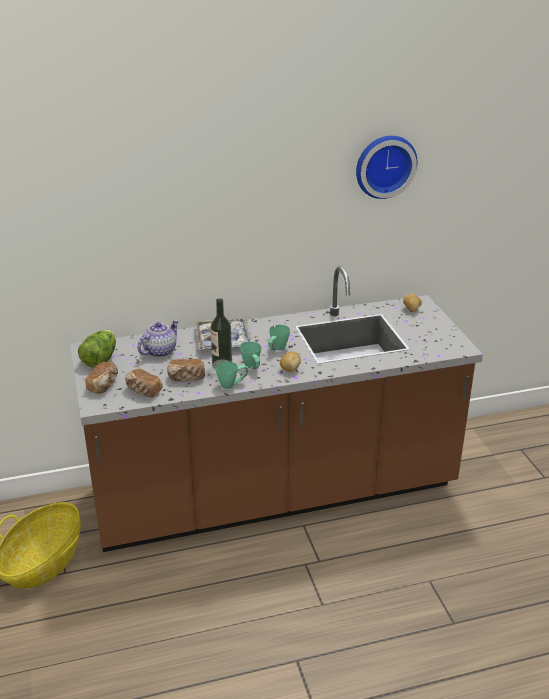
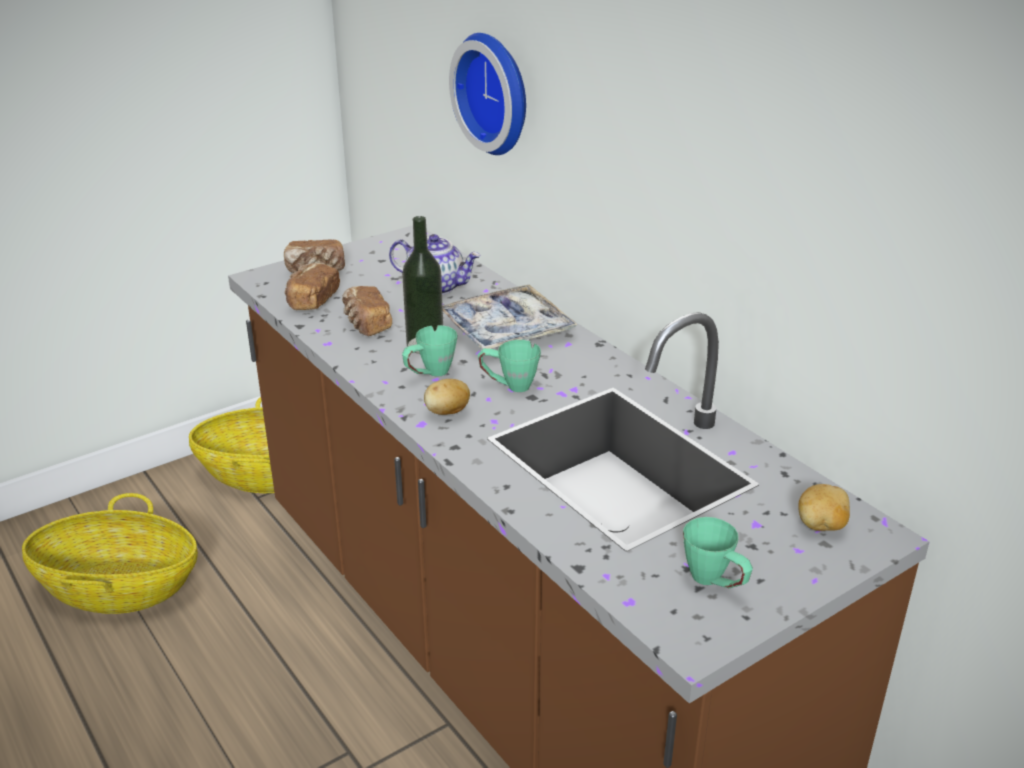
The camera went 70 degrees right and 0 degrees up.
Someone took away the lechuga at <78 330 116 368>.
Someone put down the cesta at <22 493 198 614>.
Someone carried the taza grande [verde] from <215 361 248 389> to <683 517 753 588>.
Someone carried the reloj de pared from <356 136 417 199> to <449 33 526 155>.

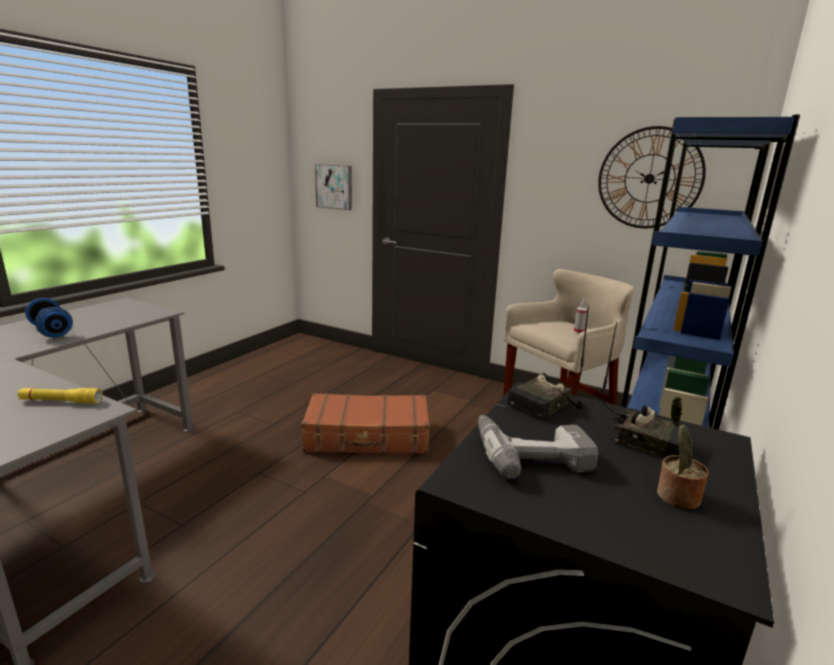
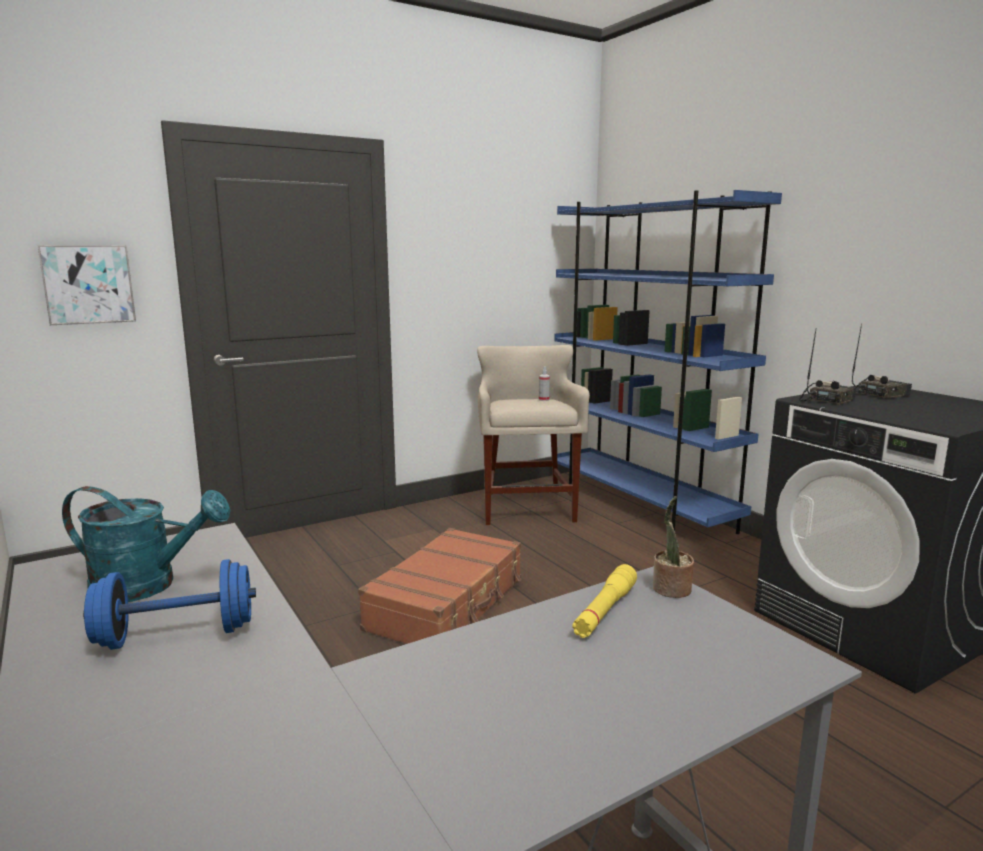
The camera went 60 degrees left and 5 degrees down.
Someone took away the taladro at <478 415 598 479>.
Someone took away the reloj de pared at <598 126 706 228>.
Someone put down the regadera [turquesa] at <62 486 231 602>.
Someone carried the planta en maceta from <657 397 708 510> to <653 496 694 598>.
Someone rotated the radio at <507 305 589 419> by 120 degrees counterclockwise.

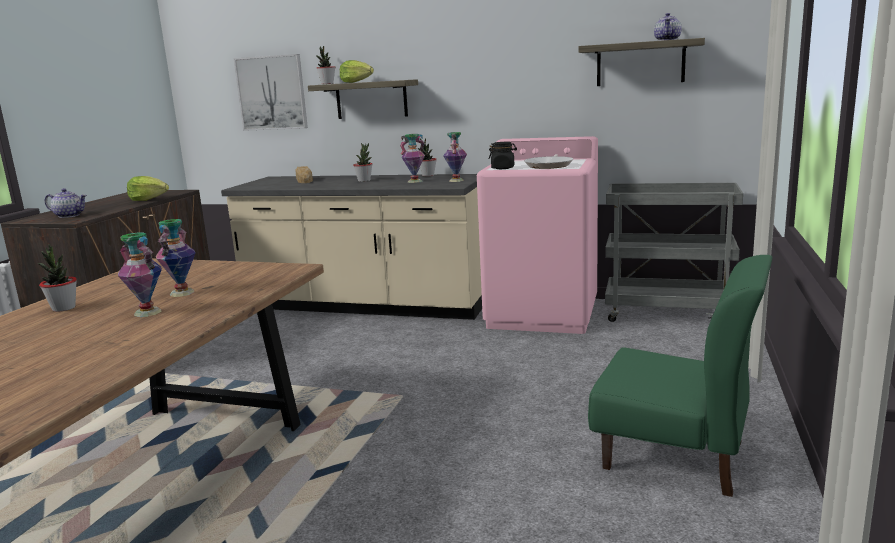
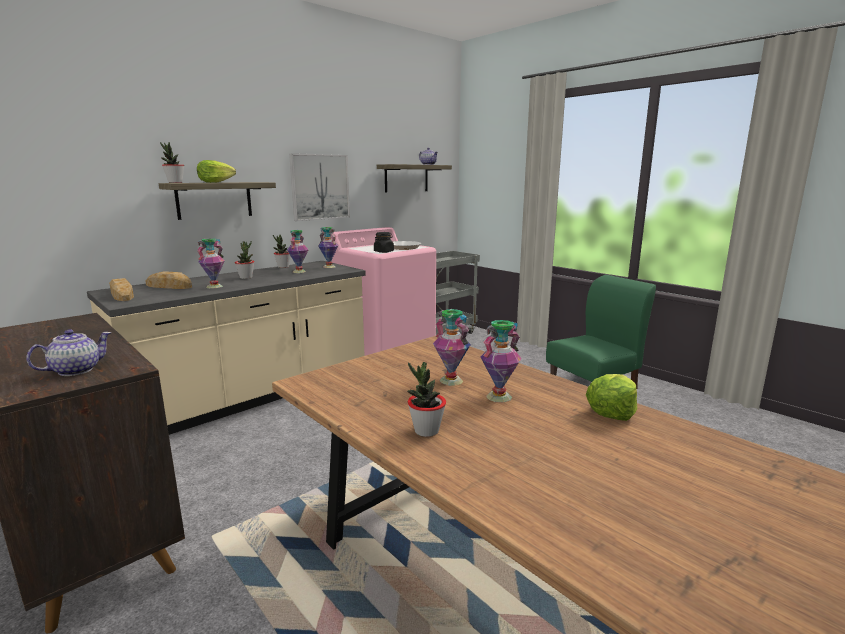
The camera went 60 degrees left and 0 degrees up.
Someone put down the pan at <109 278 134 301>.
Someone put down the florero at <197 238 225 289>.
Someone carried the lechuga from <127 176 169 201> to <586 374 637 421>.
Someone carried the cuadro from <234 54 308 131> to <289 153 350 221>.

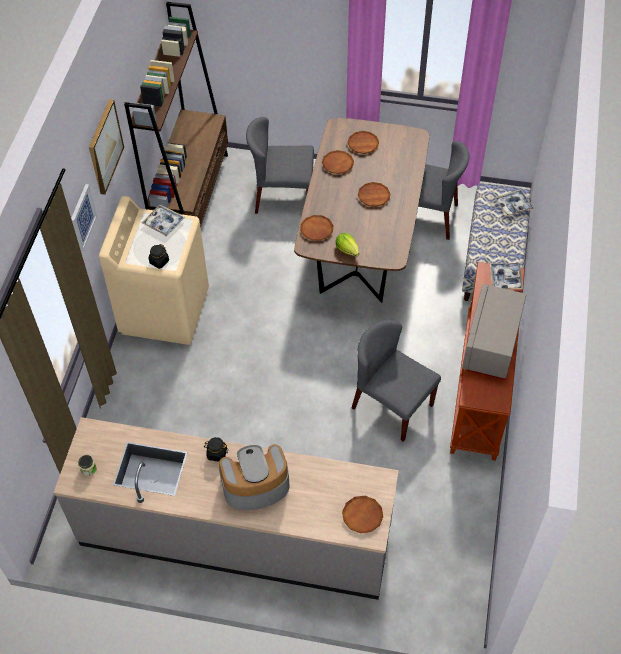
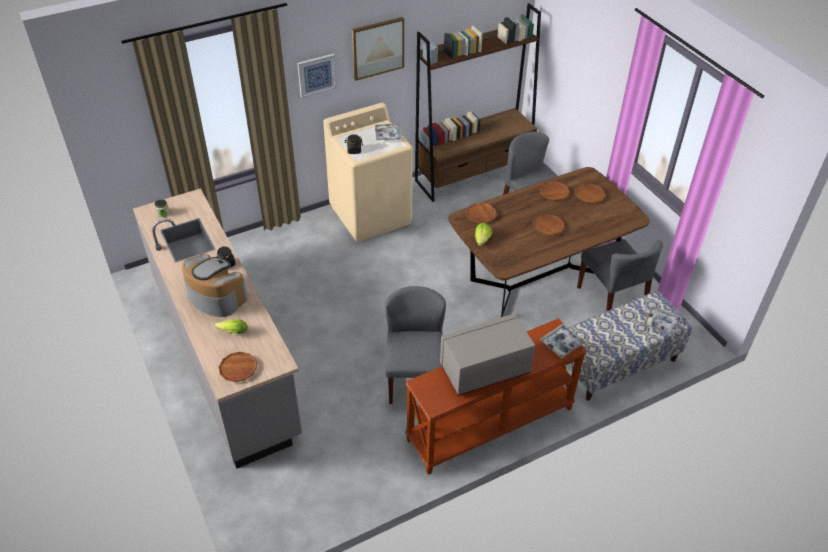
The camera went 50 degrees right and 10 degrees down.
Someone put down the lechuga at <215 319 247 334>.

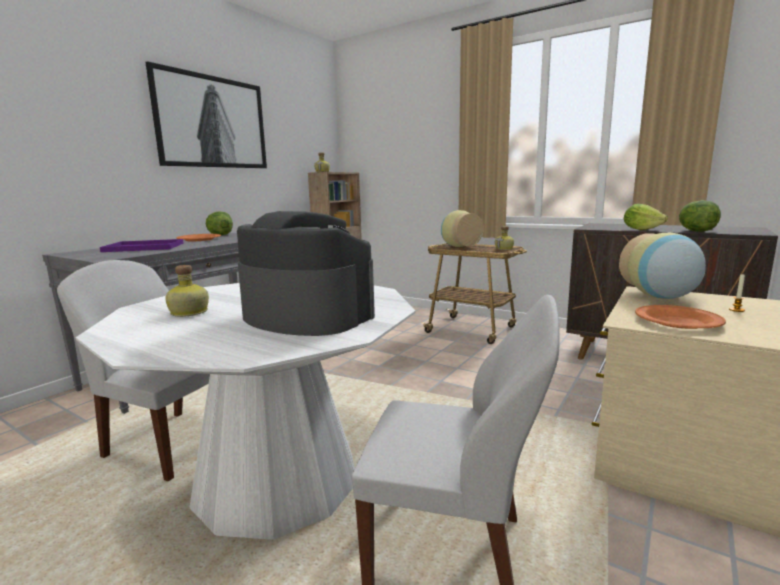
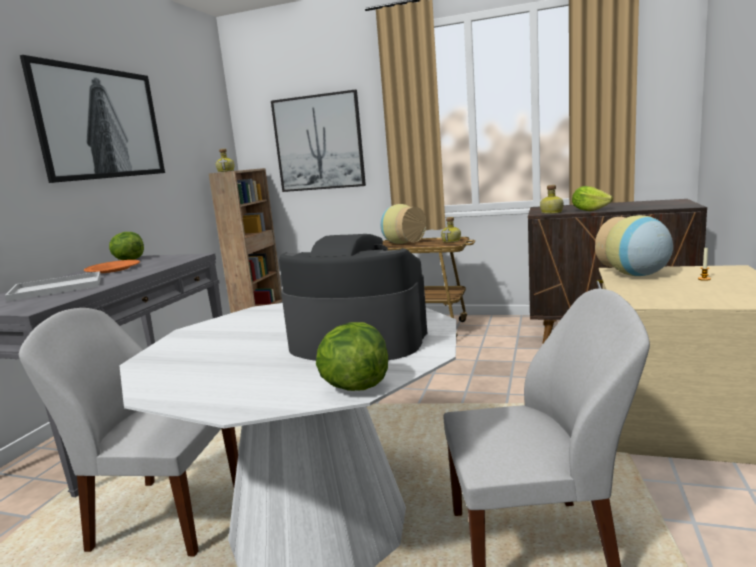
The camera went 15 degrees left and 0 degrees up.
Someone took away the plato [naranja] at <635 305 726 329>.
Someone put up the cuadro at <271 90 366 192>.
Someone carried the botella from <165 265 209 317> to <540 185 564 214>.
Someone carried the lechuga from <679 200 721 232> to <316 322 388 391>.
Someone repainted the bandeja [morado] at <100 239 184 252>, which became the bandeja [blanco] at <5 271 101 301>.

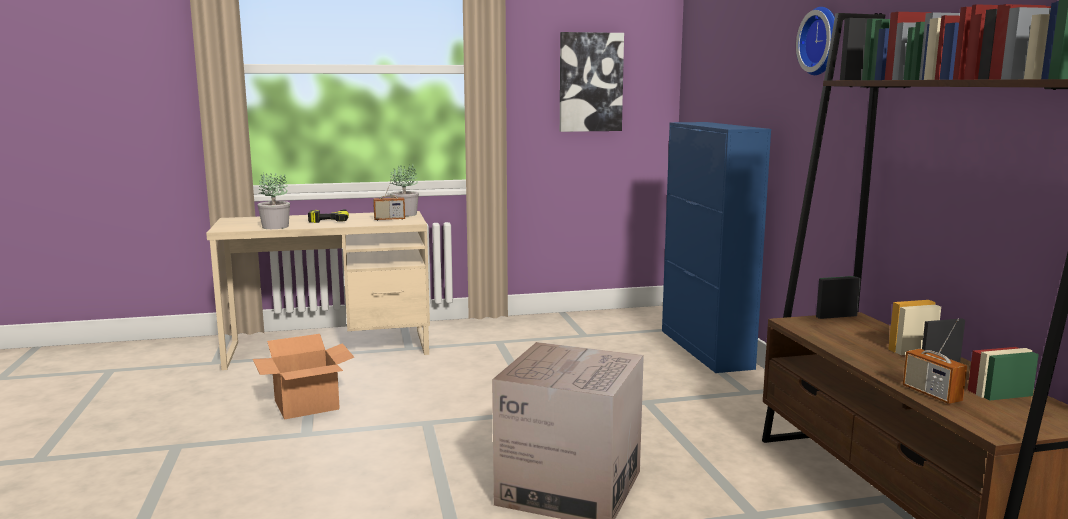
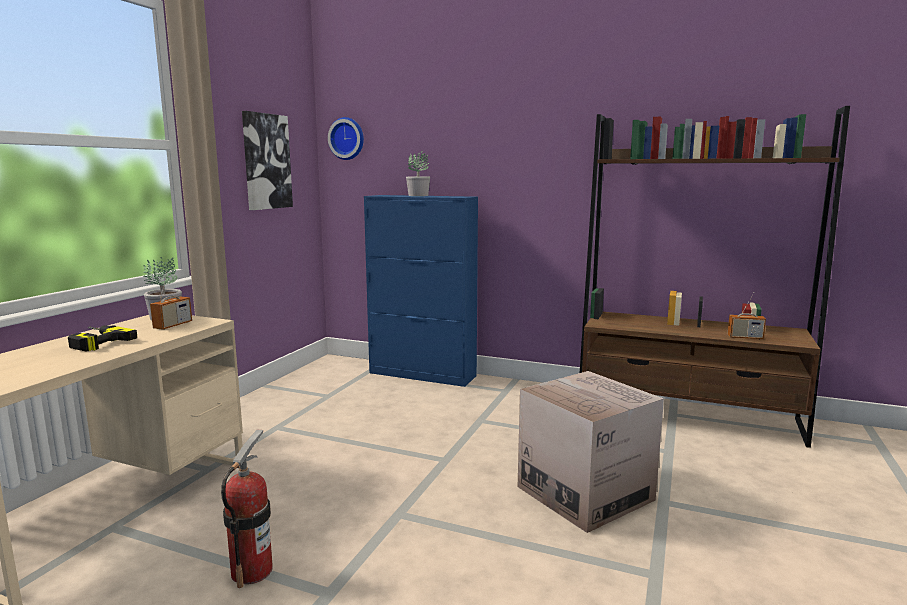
The camera went 55 degrees left and 0 degrees up.
Someone carried the planta en maceta from <258 172 290 229> to <406 151 430 196>.
Someone carried the reloj de pared from <796 7 835 75> to <328 117 364 160>.
Someone swapped the caja de cartón at <253 334 354 419> for the extintor at <221 430 273 588>.

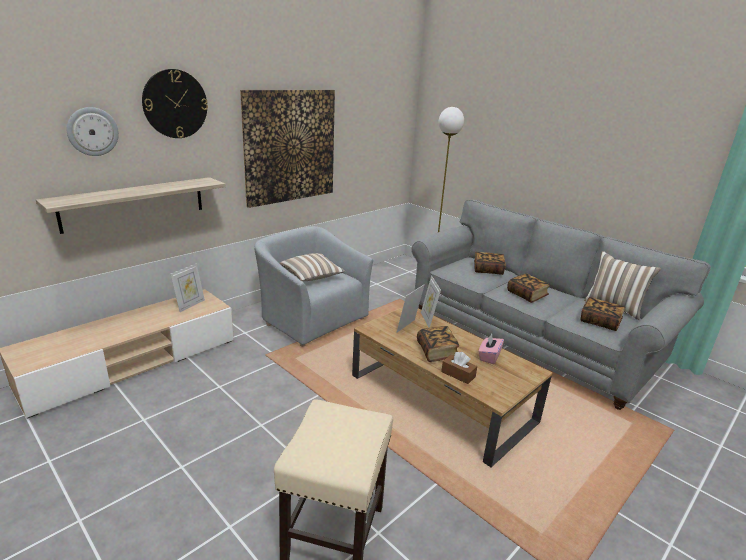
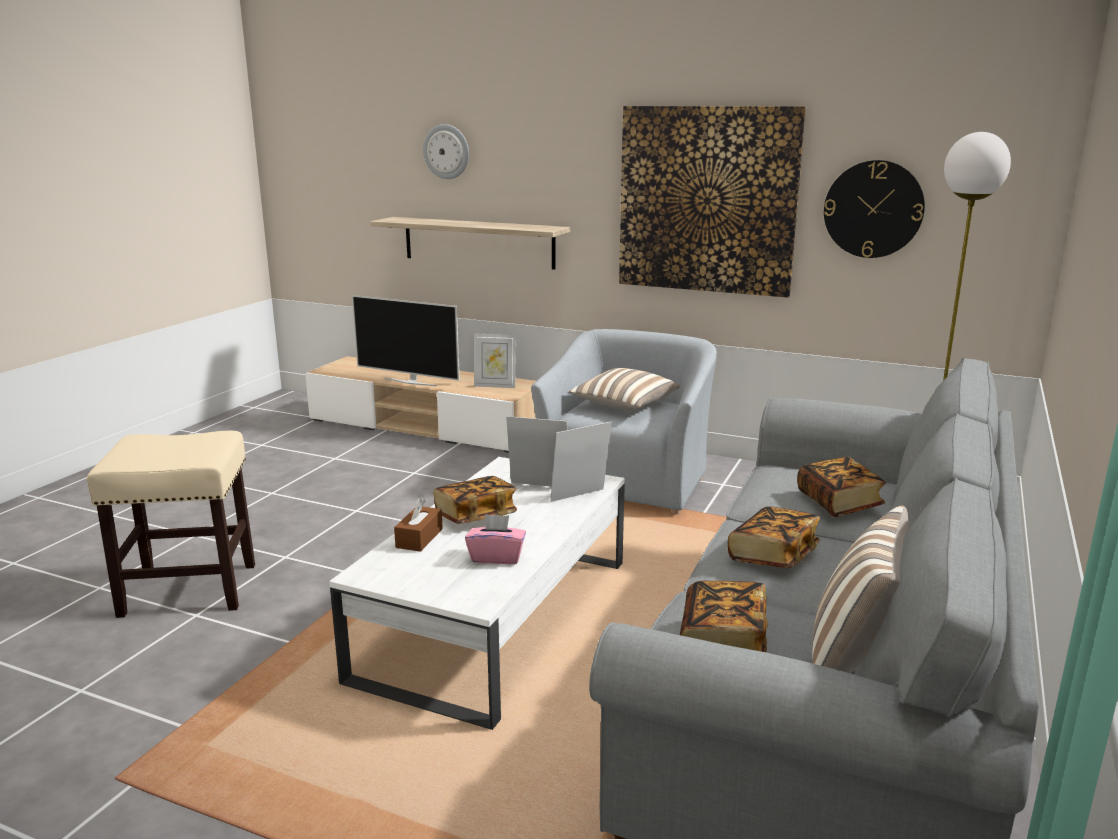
The camera went 70 degrees right and 5 degrees down.
Someone put down the televisor at <352 295 460 386>.
Someone carried the reloj de pared from <142 69 208 138> to <824 160 925 258>.
Someone repainted the mesa de centro [marrón] at <352 307 552 467>, which became the mesa de centro [blanco] at <329 457 625 730>.

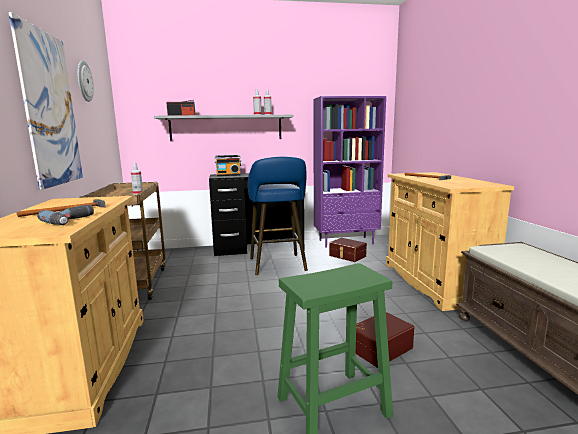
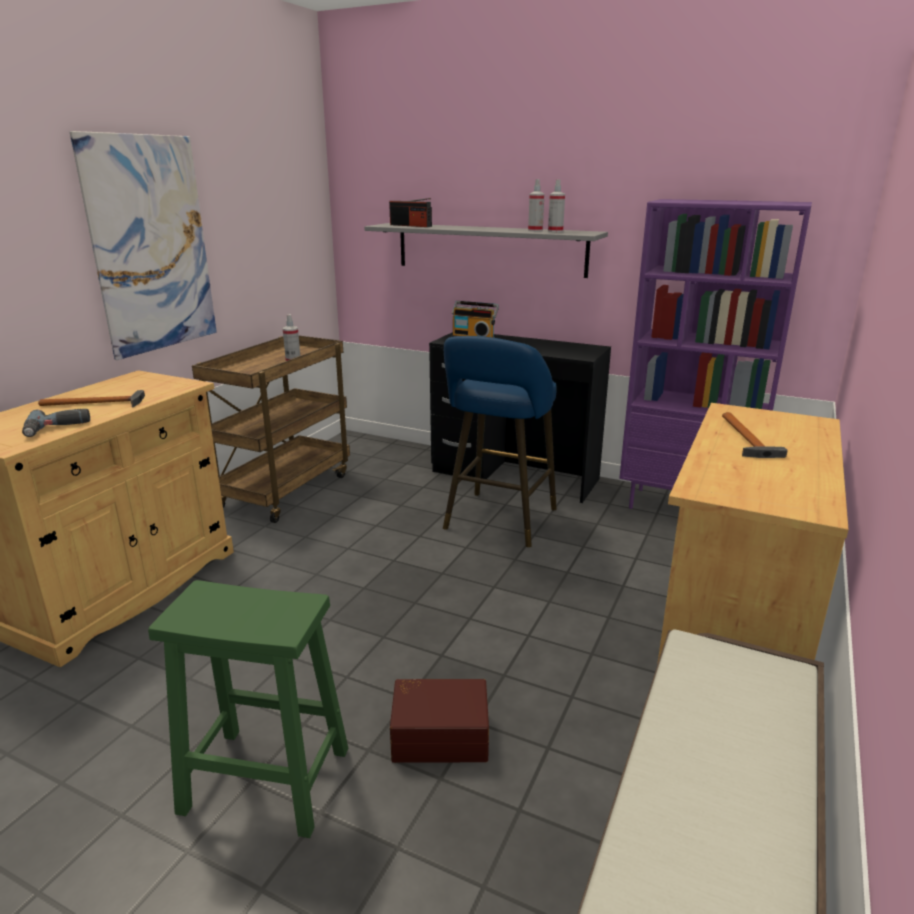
The camera went 35 degrees right and 10 degrees up.
Someone took away the reloj de pared at <77 60 94 102>.
Someone took away the caja de almacenaje [marrón] at <329 238 367 262>.

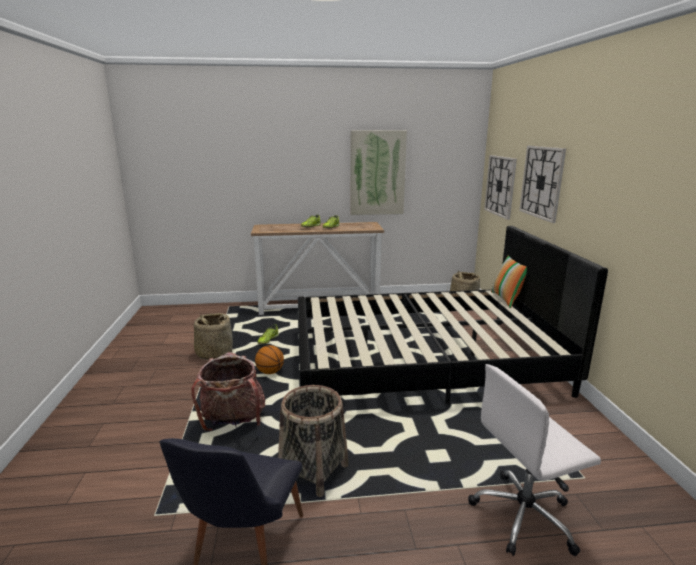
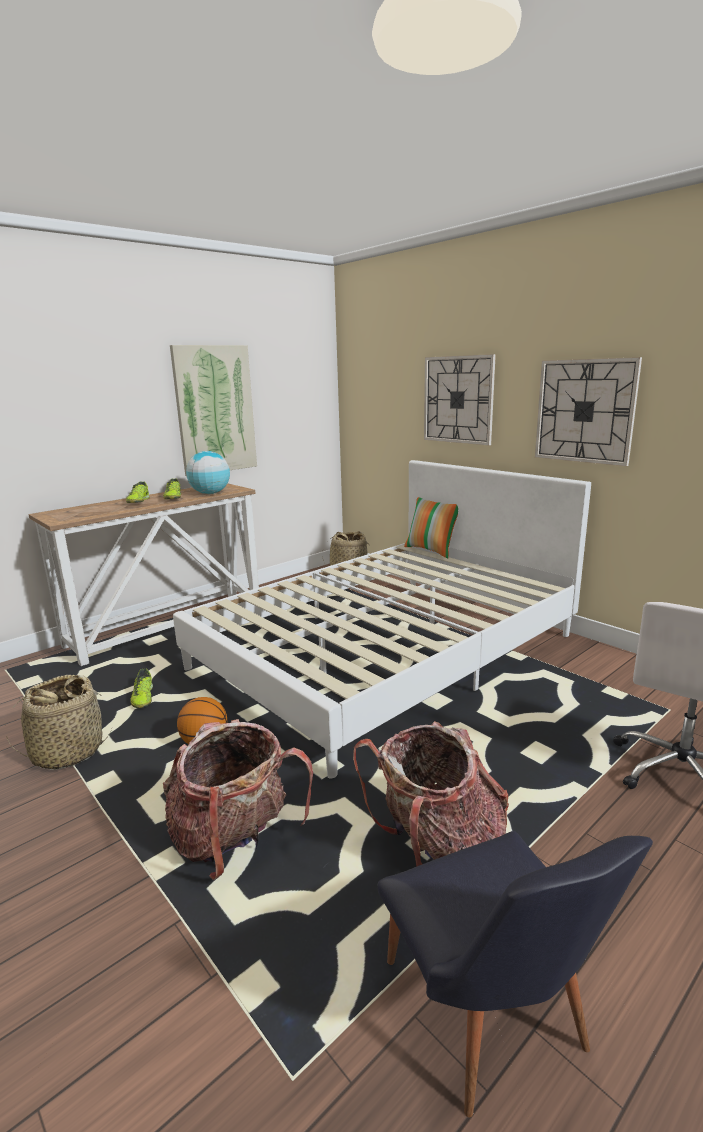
The camera went 35 degrees left and 0 degrees up.
Someone put down the globo terráqueo at <186 451 230 494>.
Someone carried the reloj de pared from <484 155 517 220> to <535 357 642 466>.
Someone swapped the cesta at <278 385 348 497> for the mochila at <353 721 509 867>.
Someone repainted the cama [negro] at <298 226 608 404>, which became the cama [blanco] at <173 460 591 779>.

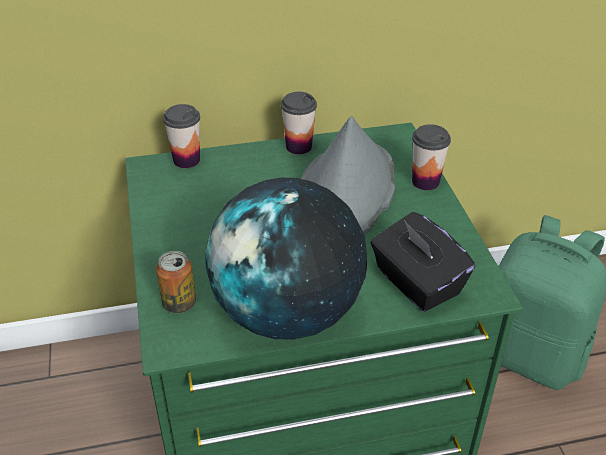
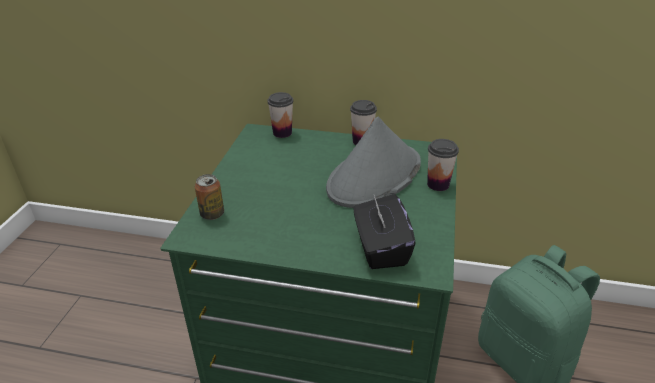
The camera went 25 degrees right and 5 degrees down.
Someone took away the globo terráqueo at <205 178 367 340>.

